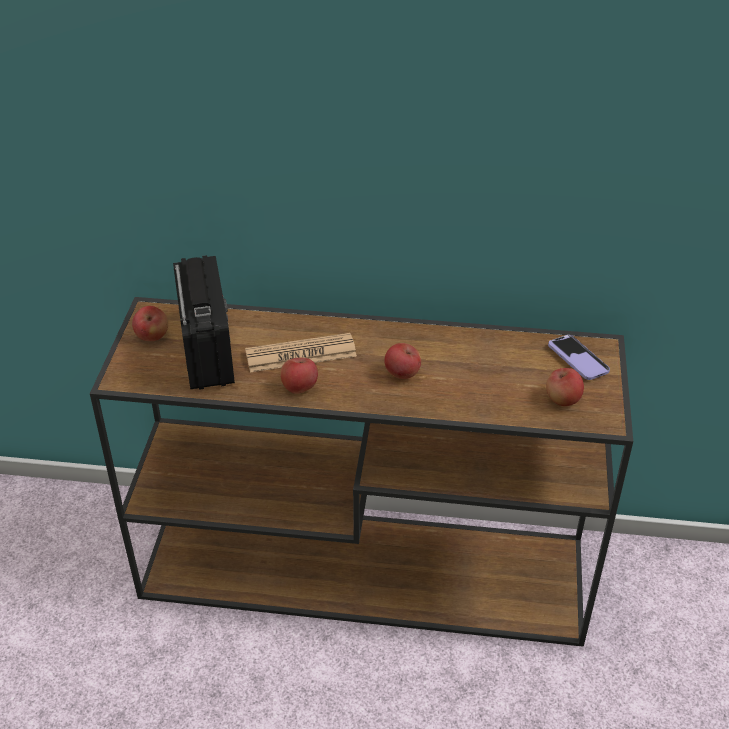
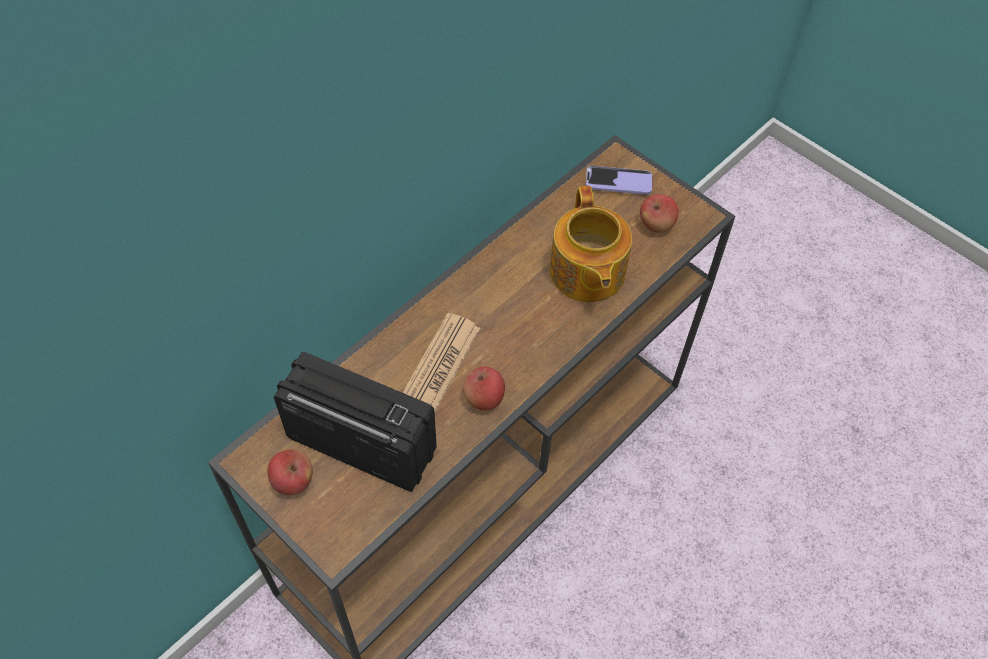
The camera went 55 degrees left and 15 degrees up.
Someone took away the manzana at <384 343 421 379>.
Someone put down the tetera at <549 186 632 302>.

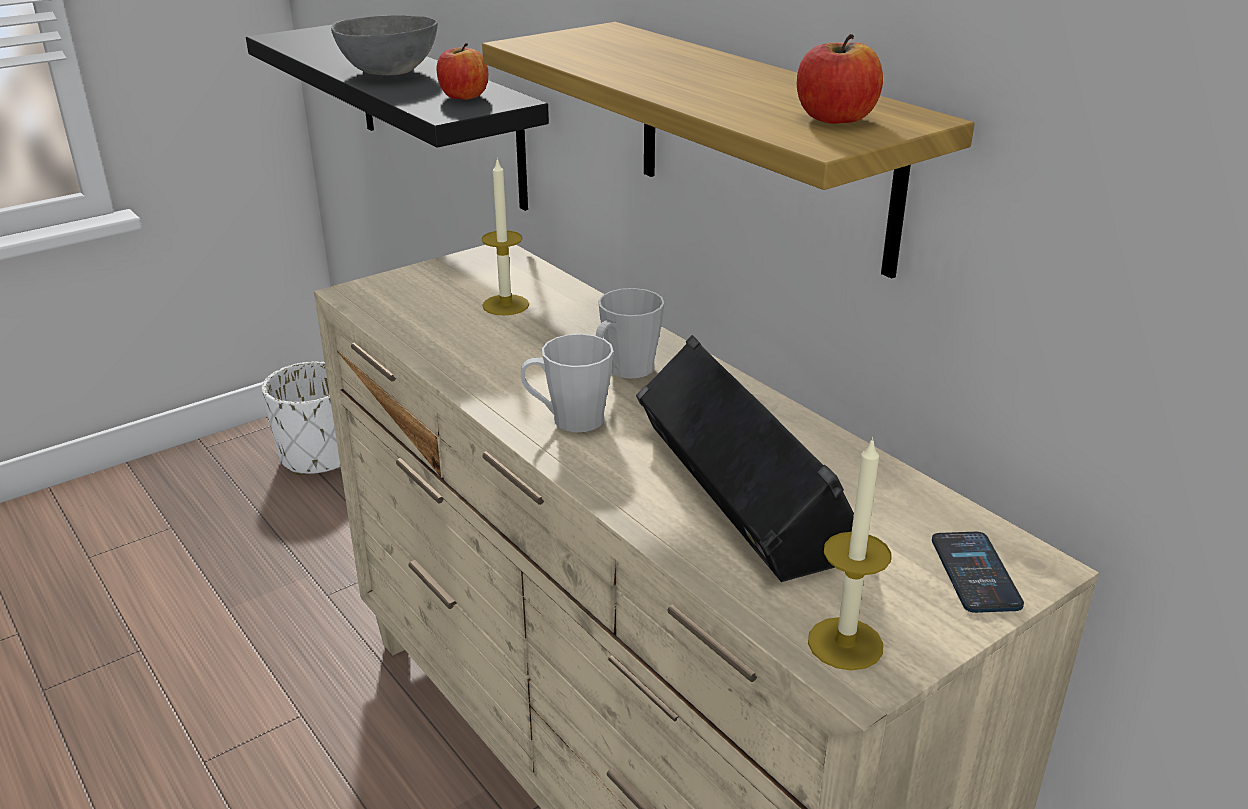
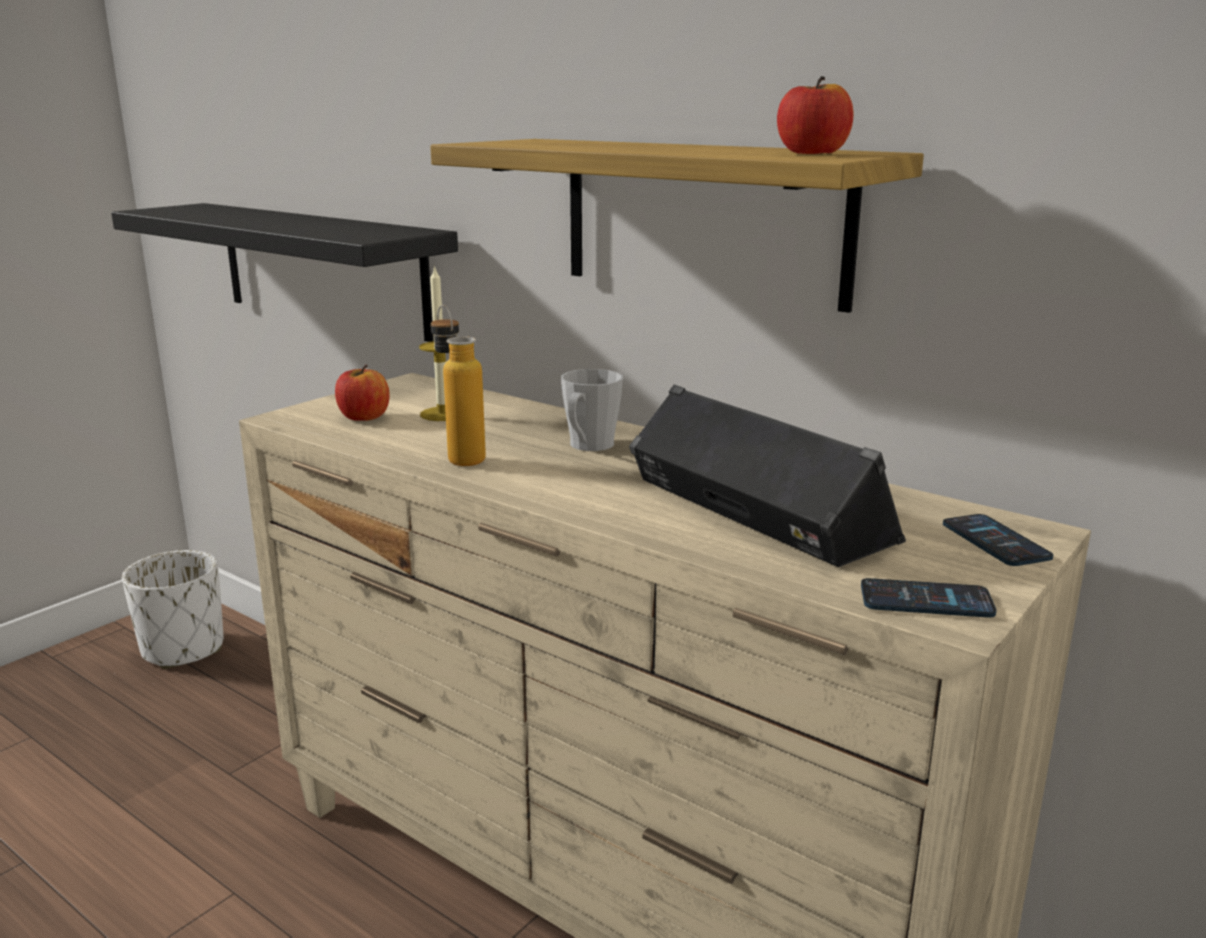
The camera went 15 degrees left and 10 degrees down.
Someone took away the cuenco [gris] at <331 15 438 75>.
Someone took away the taza grande [gris] at <521 334 613 432>.
Someone put down the botella at <431 305 486 466>.
Someone carried the manzana from <437 43 488 100> to <335 365 390 421>.
Someone swapped the vela at <808 437 891 670> for the móvil at <861 578 997 618>.

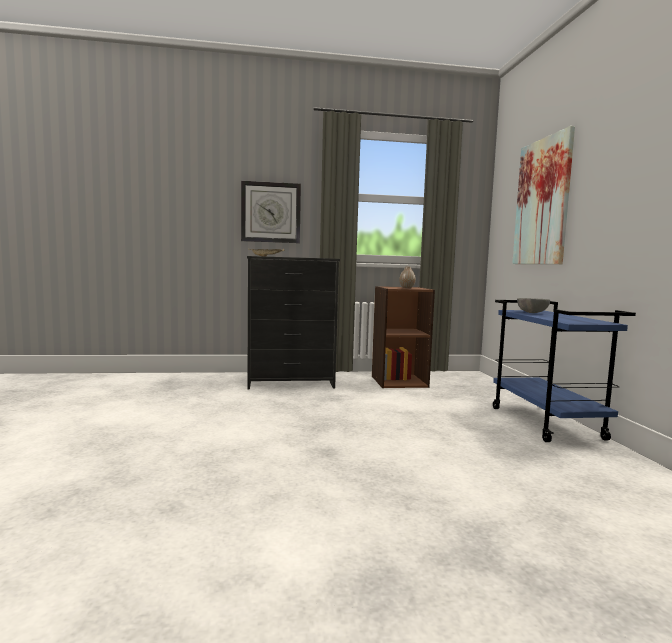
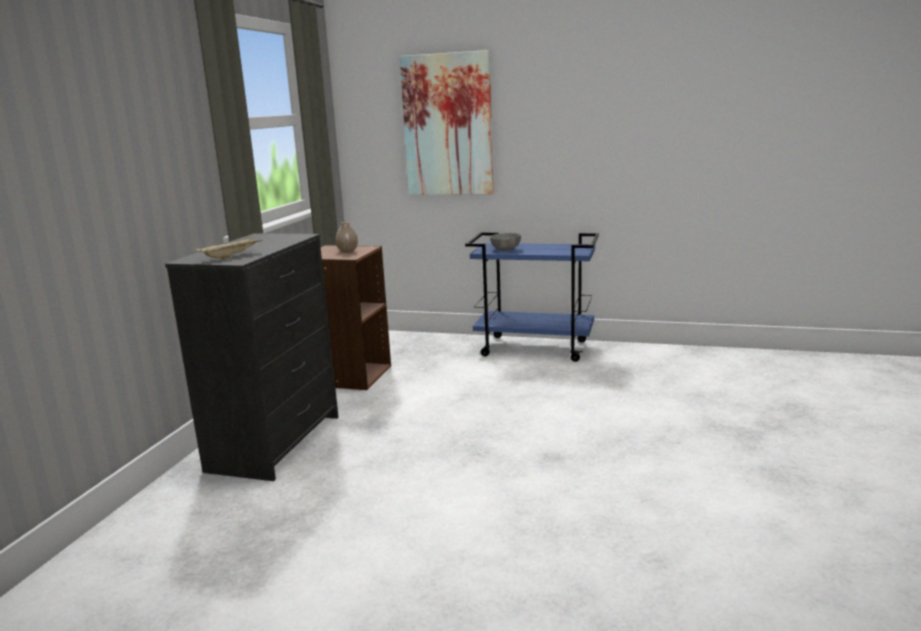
The camera went 65 degrees left and 10 degrees up.
Someone took away the reloj de pared at <241 181 301 243>.

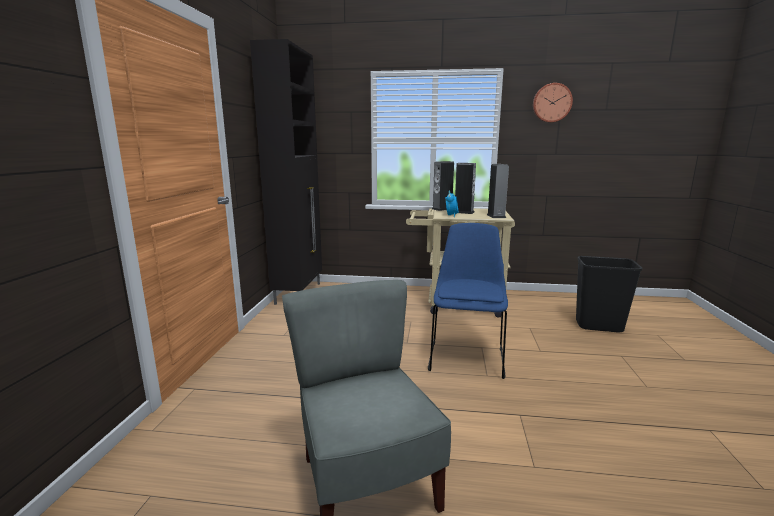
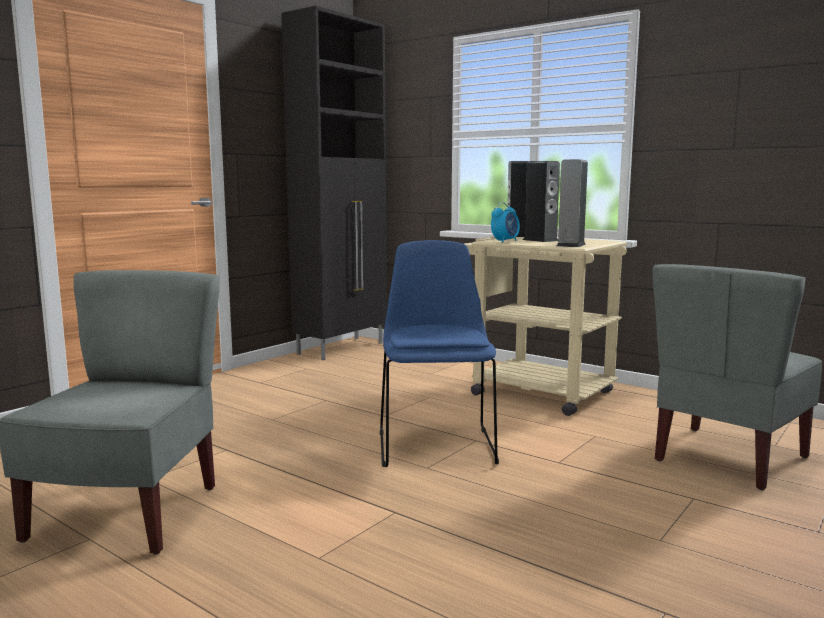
The camera went 30 degrees right and 5 degrees down.
Someone took away the reloj de pared at <533 83 573 123>.
Someone swapped the papelera [negro] at <576 256 642 332> for the silla [gris] at <653 264 822 490>.
Someone rotated the silla [azul] at <428 223 508 379> by 45 degrees counterclockwise.

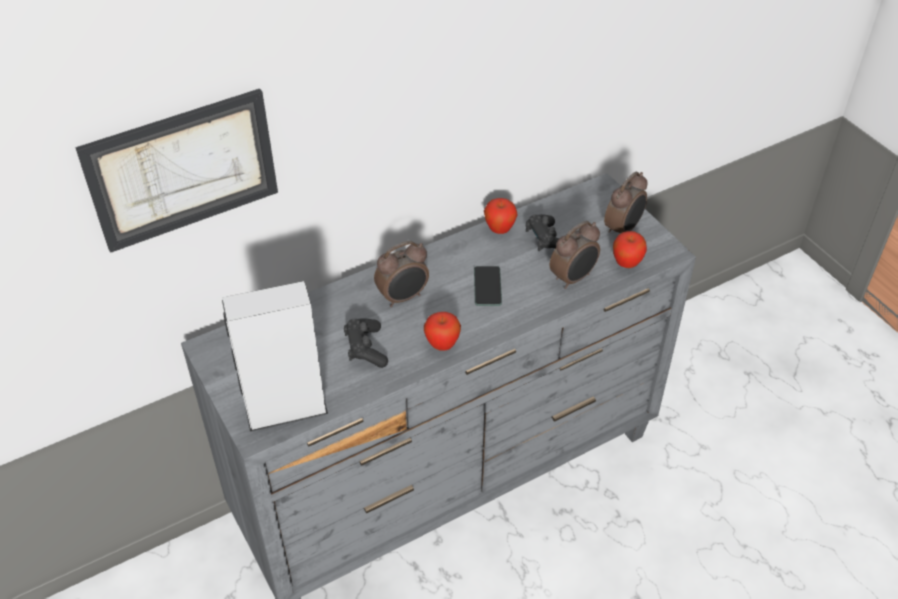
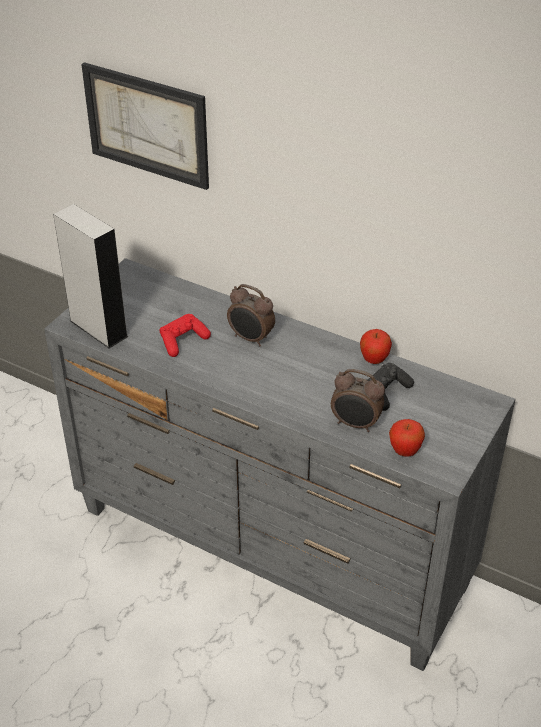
The camera went 60 degrees right and 5 degrees down.
Someone took away the manzana at <424 312 461 351>.
Someone took away the móvil at <474 266 502 306>.
Someone took away the despertador at <604 172 648 233>.
Someone repainted the mando de consola [negro] at <344 319 388 368>, which became the mando de consola [rojo] at <160 314 211 357>.

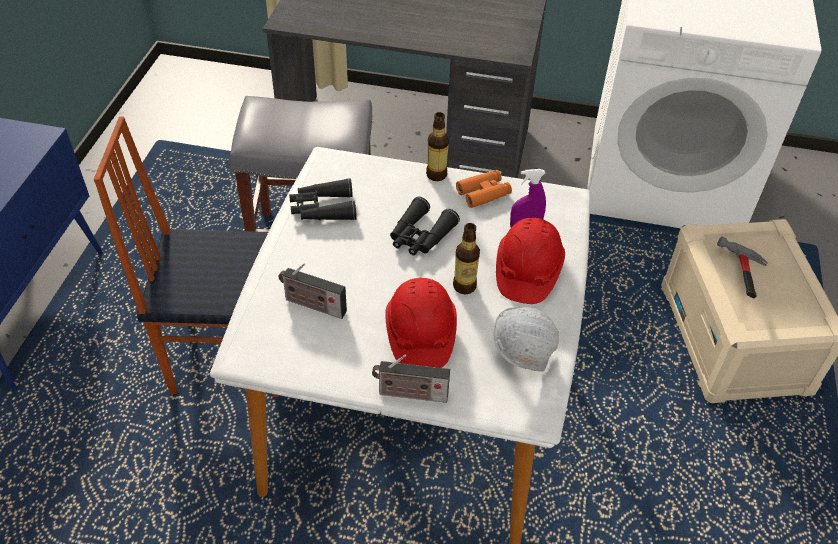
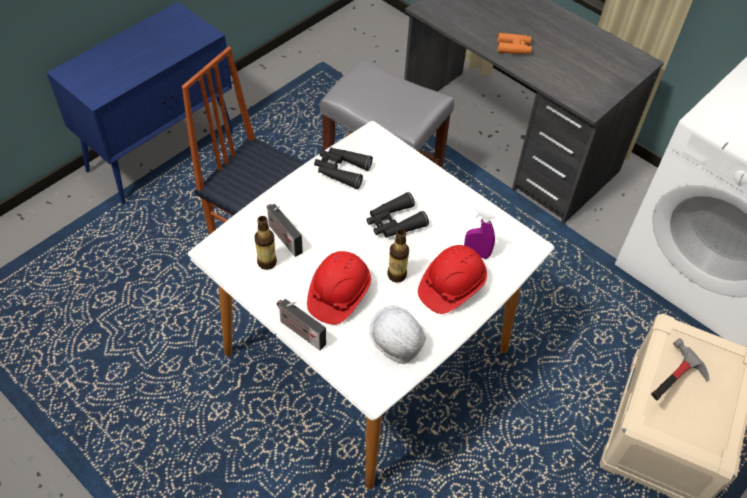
The camera went 30 degrees right and 5 degrees up.
Someone carried the botella from <426 112 449 181> to <255 216 277 270>.
Someone carried the prismáticos [naranja] from <456 170 512 208> to <497 33 532 54>.

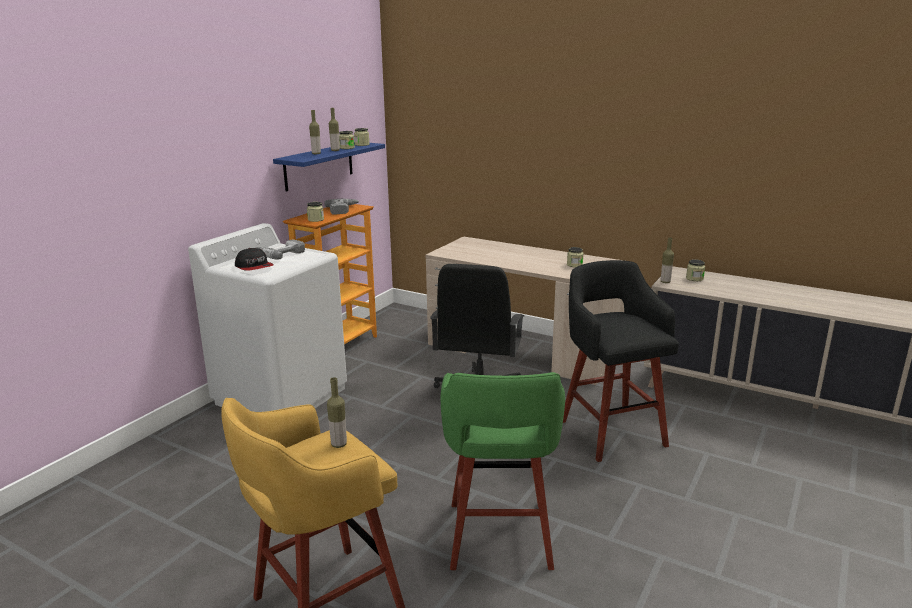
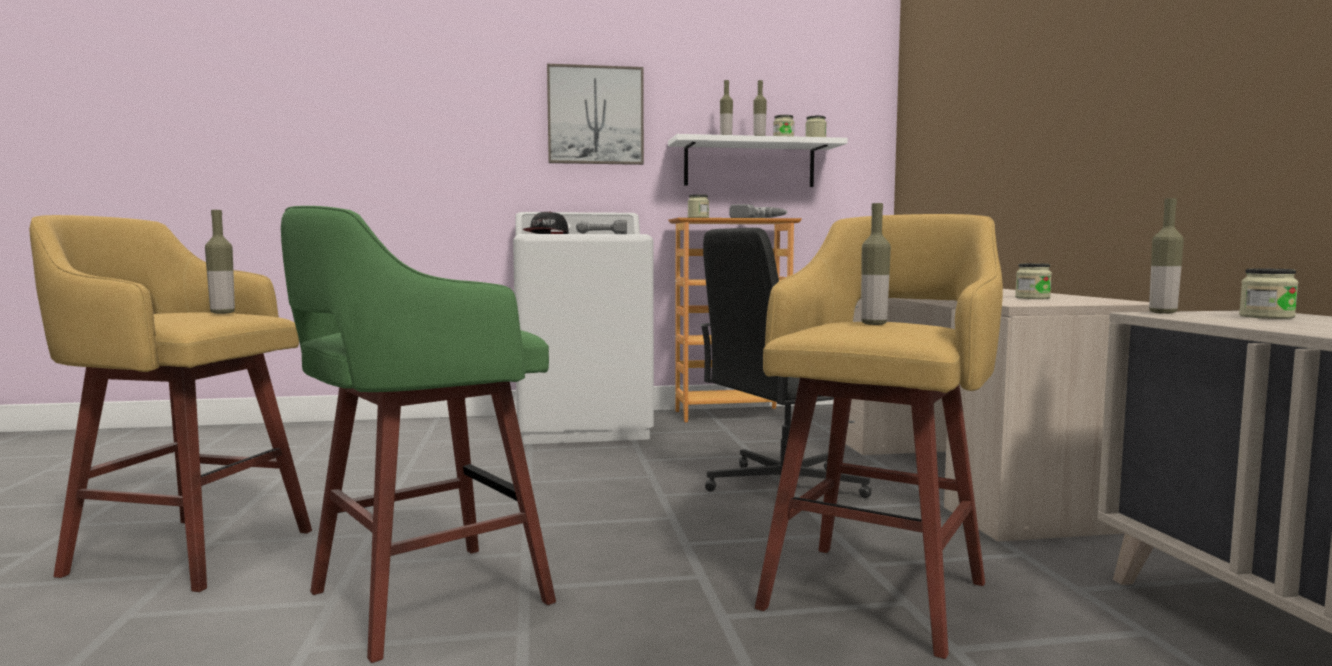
The camera went 50 degrees right and 15 degrees down.
Someone put up the cuadro at <547 64 644 165>.
Someone put down the botella at <861 203 891 325>.
Someone repainted the estante [azul] at <273 142 385 192>, which became the estante [blanco] at <668 134 848 187>.
Someone repainted the taburete [negro] at <563 260 679 462>, which became the taburete [amarillo] at <755 214 1003 659>.

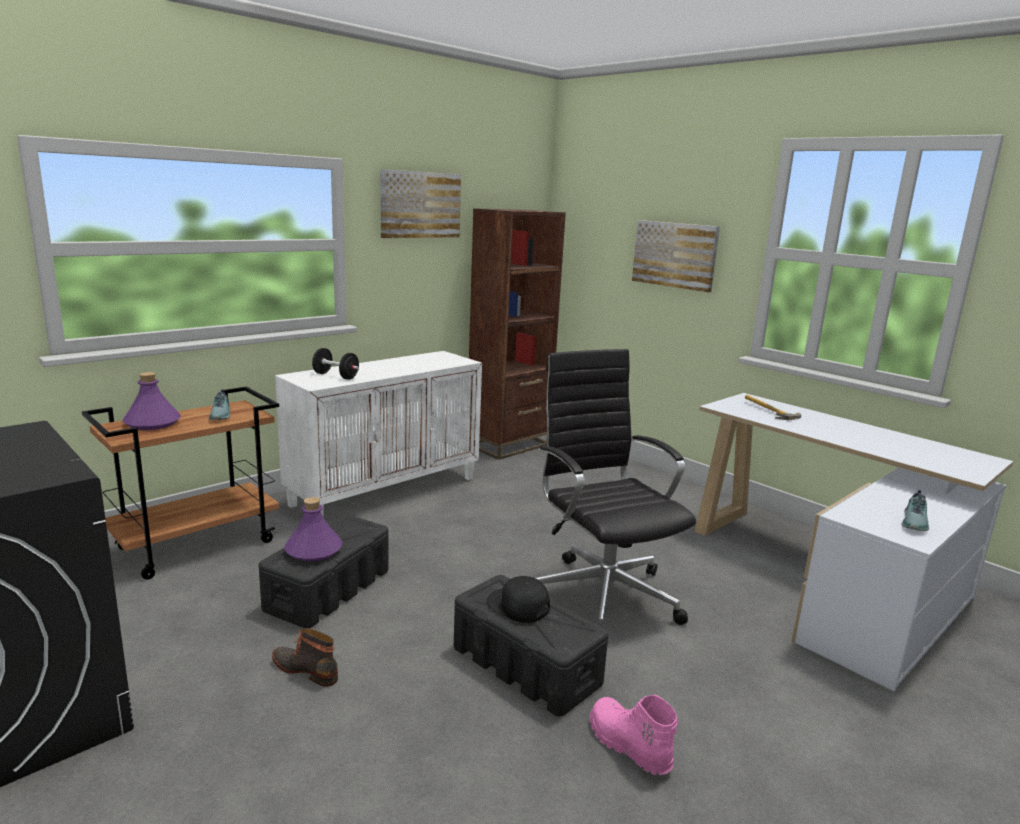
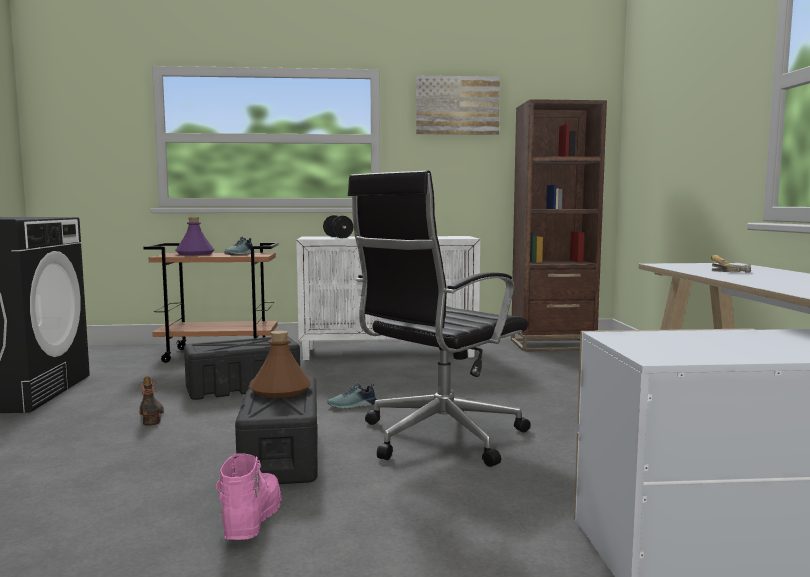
The camera went 40 degrees right and 10 degrees down.
Someone took away the botella [morado] at <284 497 343 561>.
Someone took away the cuadro at <632 220 720 292>.
Someone carried the zapato from <902 490 929 531> to <327 382 377 409>.
Someone swapped the gorra [negro] at <487 576 550 623> for the botella [marrón] at <249 330 311 398>.
Someone rotated the silla de oficina [negro] at <536 349 696 628> by 150 degrees counterclockwise.

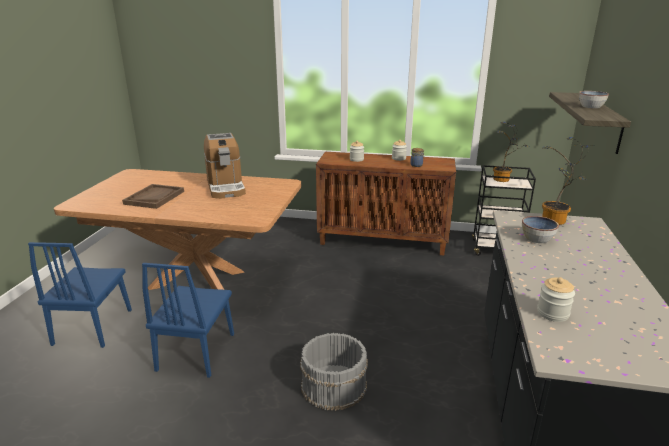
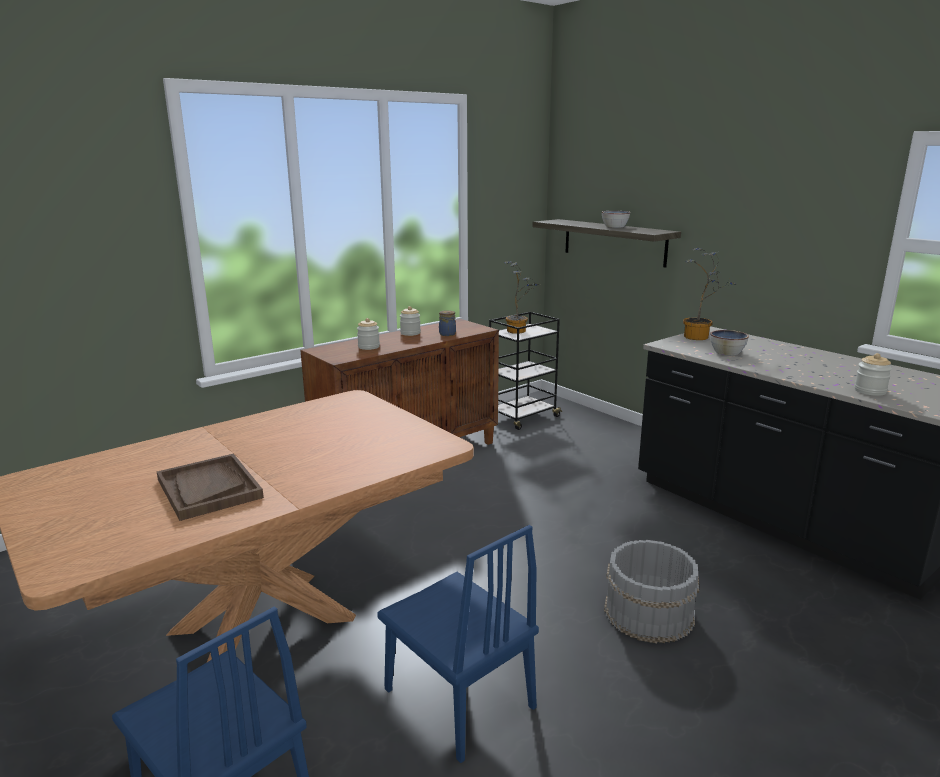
The camera went 50 degrees left and 5 degrees down.
Someone took away the cafetera at <204 133 246 199>.

